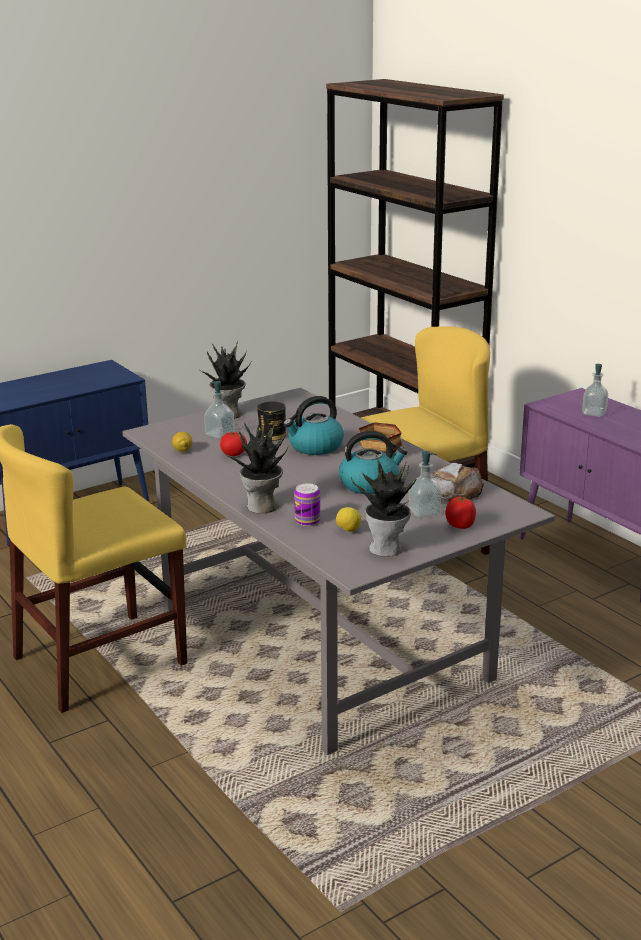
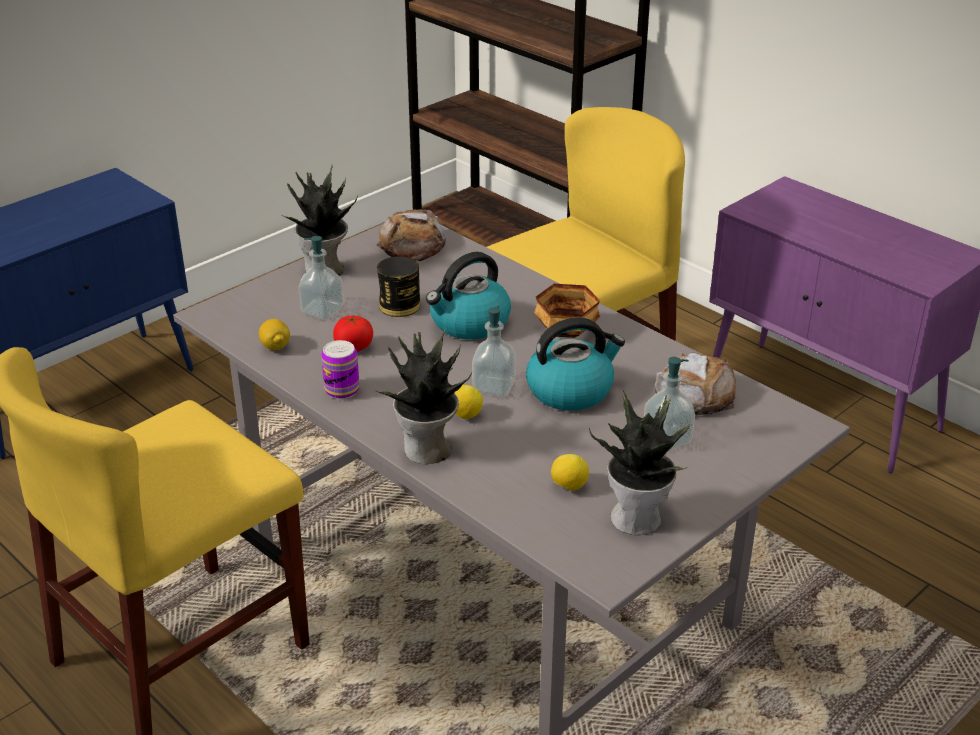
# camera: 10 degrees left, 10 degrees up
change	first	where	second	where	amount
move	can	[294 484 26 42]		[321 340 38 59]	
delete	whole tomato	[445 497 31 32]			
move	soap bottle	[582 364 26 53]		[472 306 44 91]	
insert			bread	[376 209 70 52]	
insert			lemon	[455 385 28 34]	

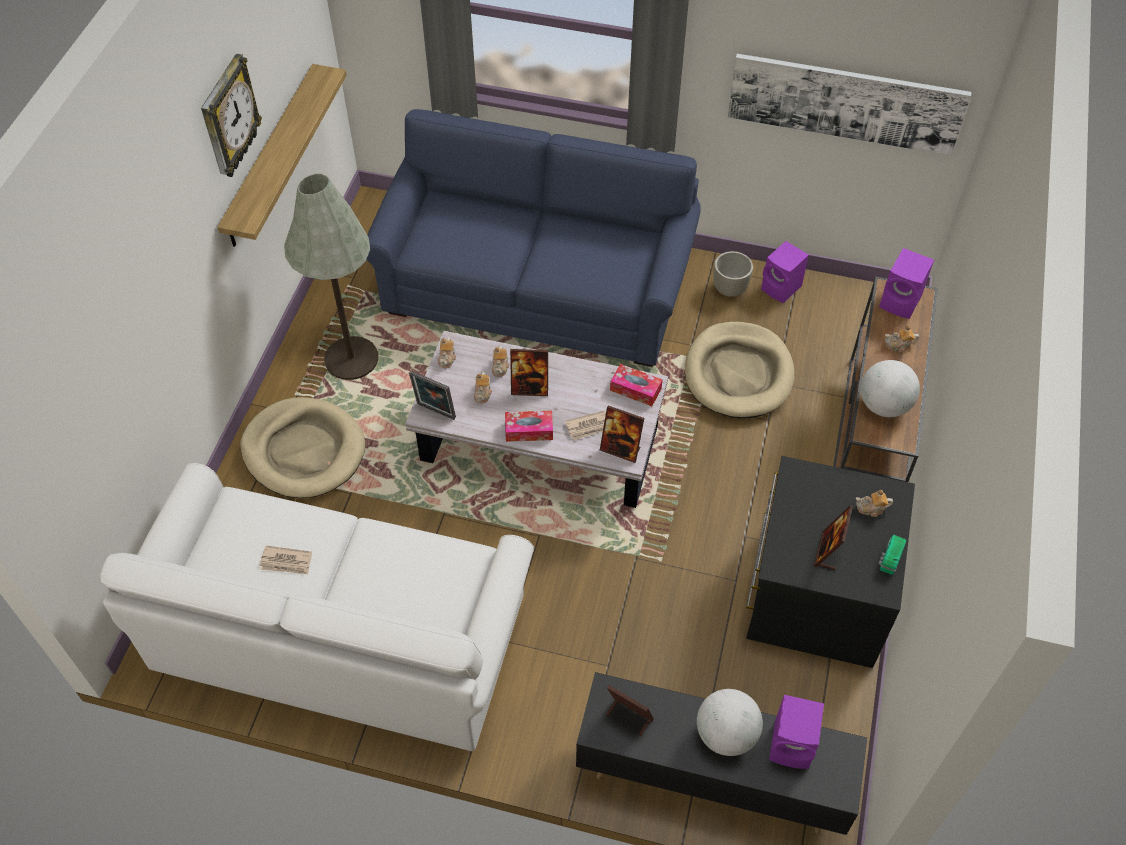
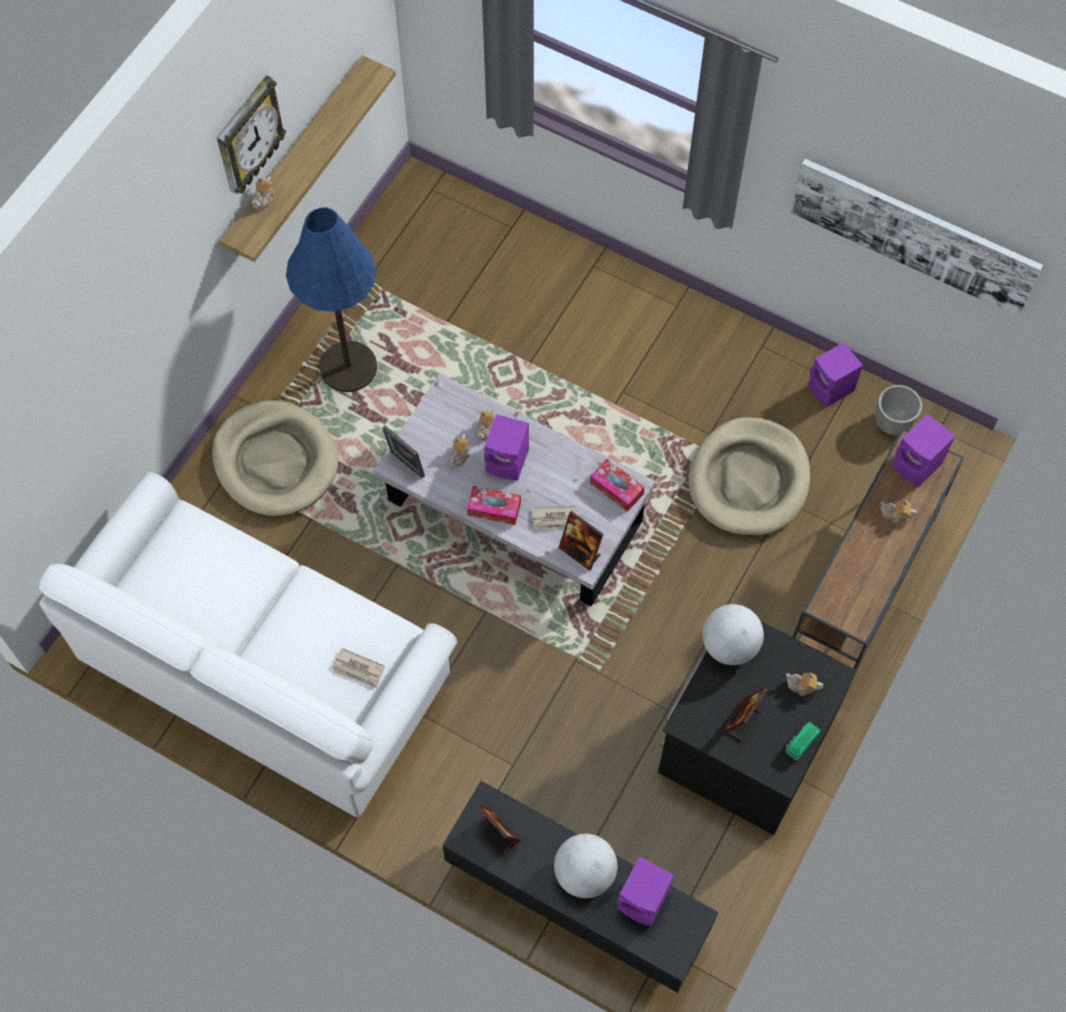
# camera: 15 degrees right, 10 degrees up
change	first	where	second	where	amount
move	daily paper	[259 546 53 28]		[332 648 53 40]	
recolor	floor lamp (grey)	[284 174 94 206]	floor lamp (bluish)	[286 208 91 184]	
delete	sofa (bluish)	[366 109 335 258]			
move	tea pot	[438 337 18 31]		[252 176 23 34]	
replace	picture frame	[510 349 38 47]	speaker (purplish)	[484 414 45 67]	
move	plant pot (grey)	[713 251 40 46]		[875 385 47 50]	
move	globe	[861 360 59 57]		[702 604 62 61]	

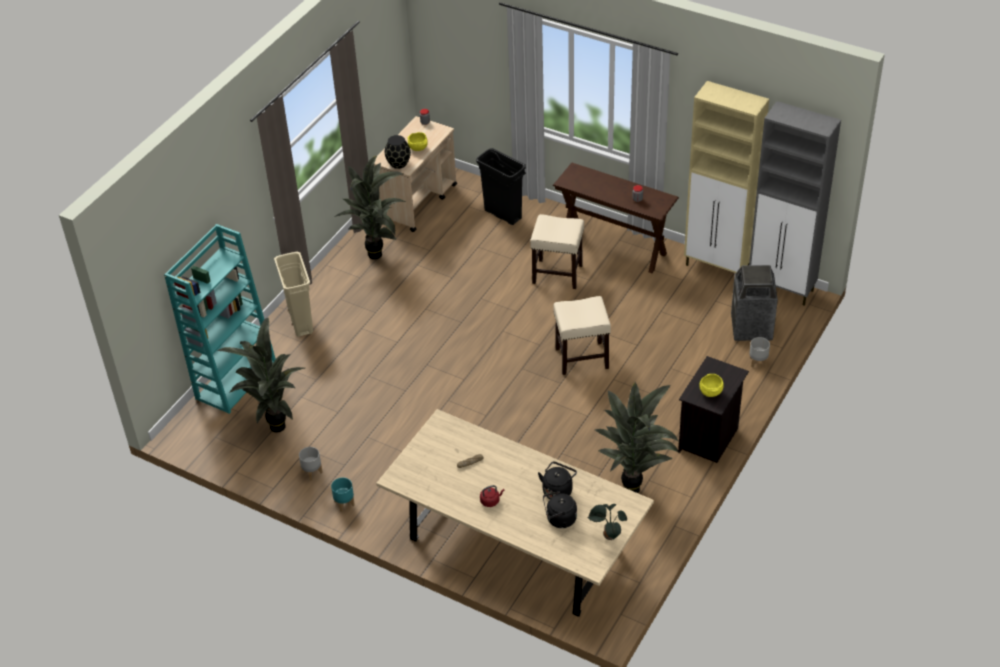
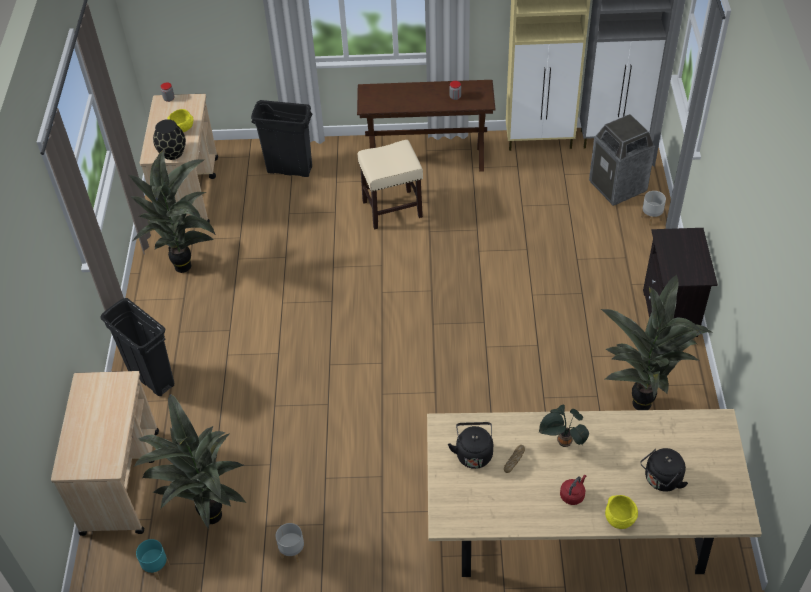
# camera: 30 degrees left, 5 degrees up
change	first	where	second	where	amount
replace	shelving unit (blue-green)	[164 224 112 190]	cart (beige-coloured)	[51 371 108 165]	
recolor	trash can (beige-coloured)	[274 252 39 85]	trash can (blackish)	[100 298 74 98]	
move	plant pot (blue-green)	[331 477 24 35]		[136 539 34 41]	
move	water kettle (blackish)	[538 461 39 38]		[448 422 45 47]	
delete	stool (beige-coloured)	[553 296 58 79]			
move	plant in a pot	[588 504 39 36]		[538 405 51 42]	
move	deep dish (yellow)	[699 374 25 23]		[605 495 33 34]	

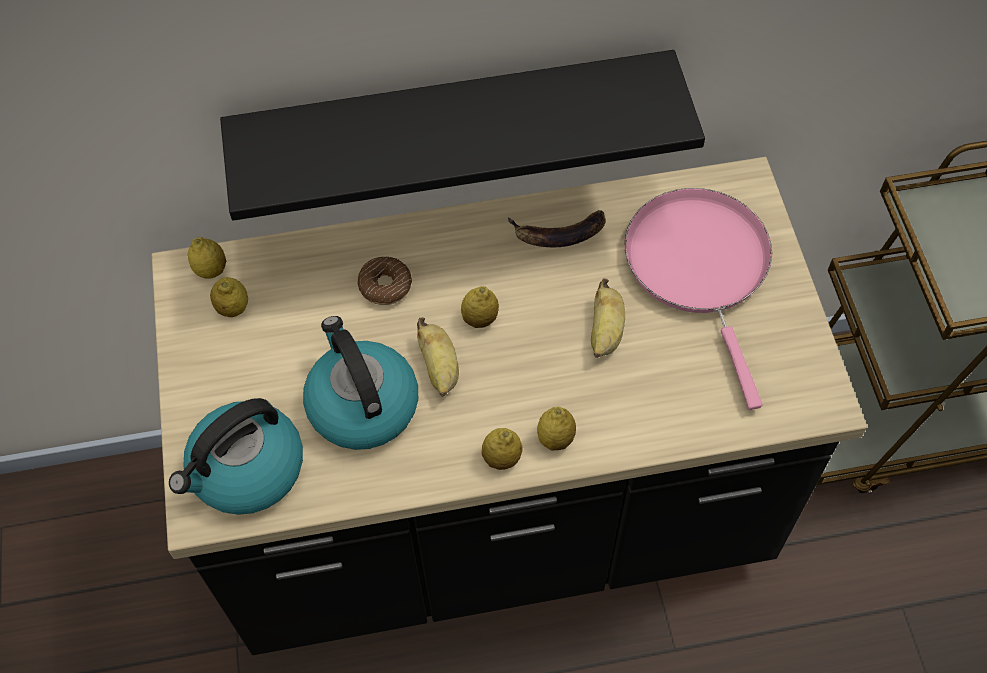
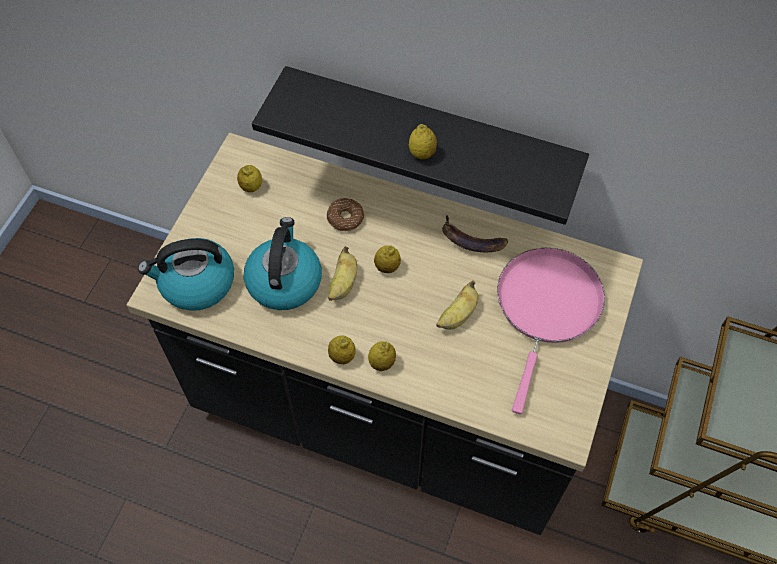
# camera: 30 degrees right, 0 degrees up
change	first	where	second	where	amount
move	lemon	[188 237 38 42]		[409 124 28 35]	

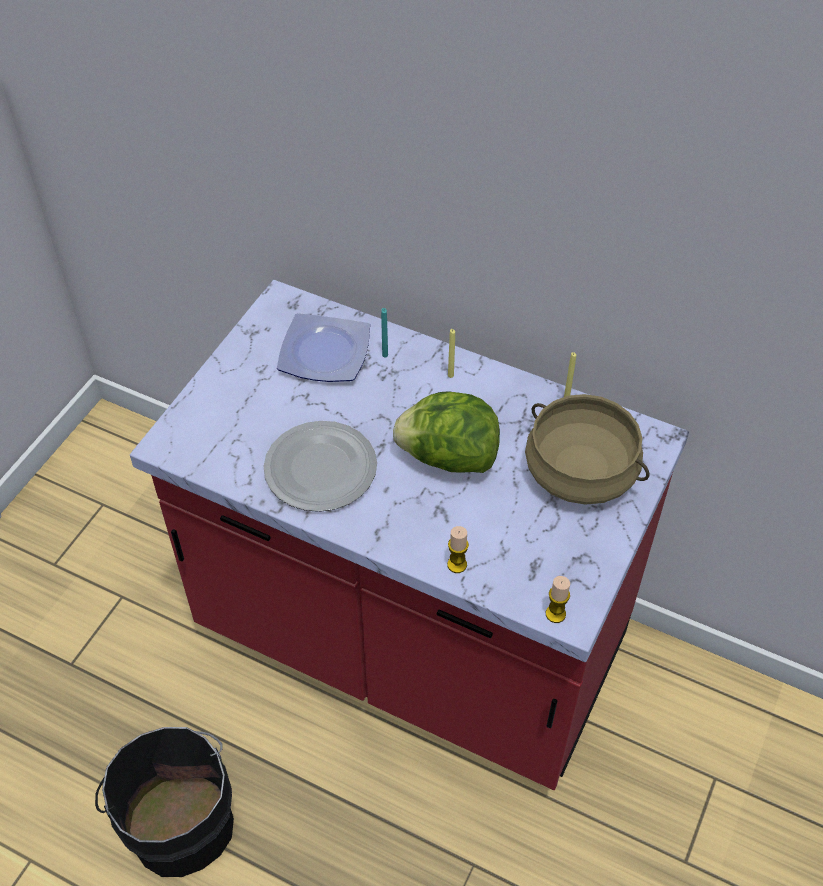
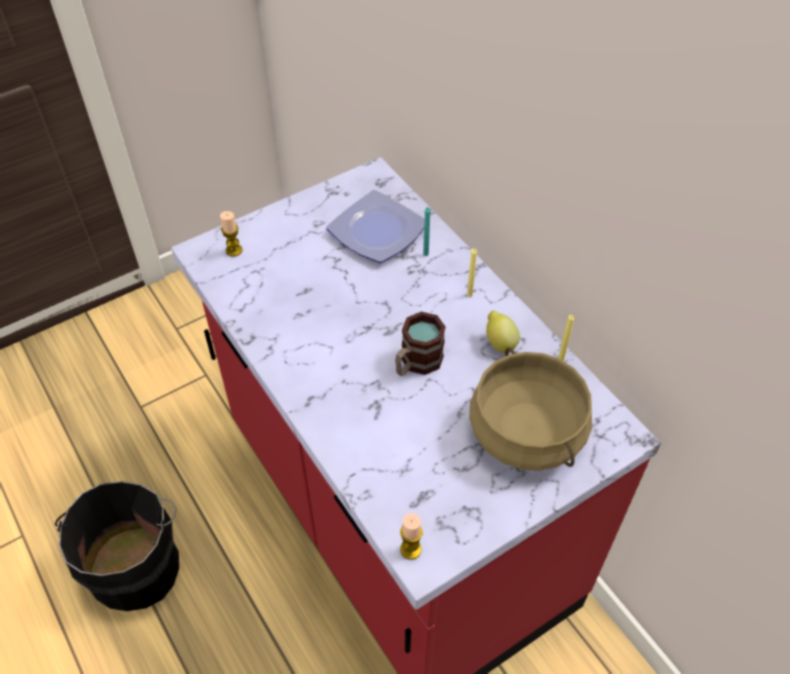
# camera: 30 degrees right, 0 degrees up
change	first	where	second	where	amount
delete	dinner plate	[263 421 114 91]			
replace	head of lettuce	[393 391 107 82]	tea mug	[395 312 51 64]	
move	wax light	[447 526 22 47]		[220 211 22 46]	
insert			lemon	[486 310 34 43]	

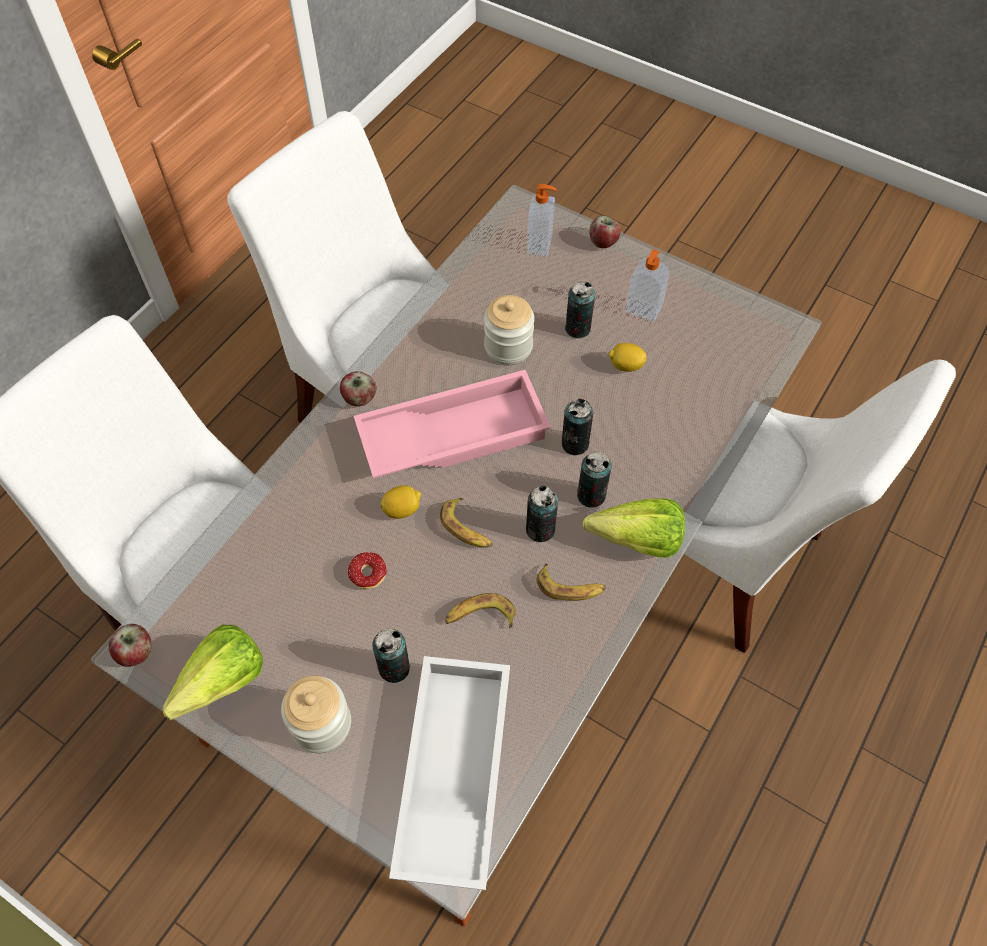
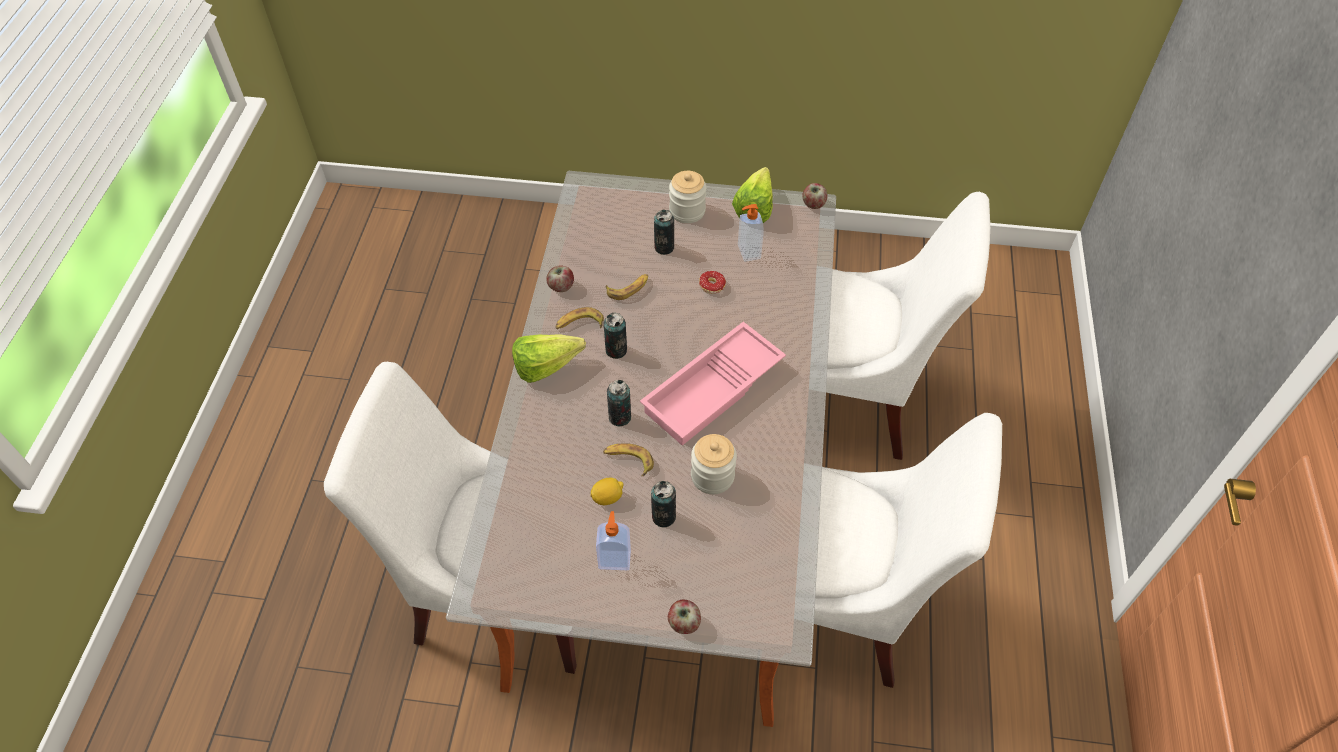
# camera: 155 degrees right, 5 degrees down
change	first	where	second	where	amount
move	apple fruit	[340 371 36 35]		[546 265 28 27]	
delete	lemon	[380 485 41 34]			
delete	tray (whitish)	[389 656 121 234]			
move	whole banana	[440 498 52 49]		[603 443 51 33]	
move	soap bottle	[527 184 29 73]		[738 204 26 58]	
delete	can	[577 451 34 57]			

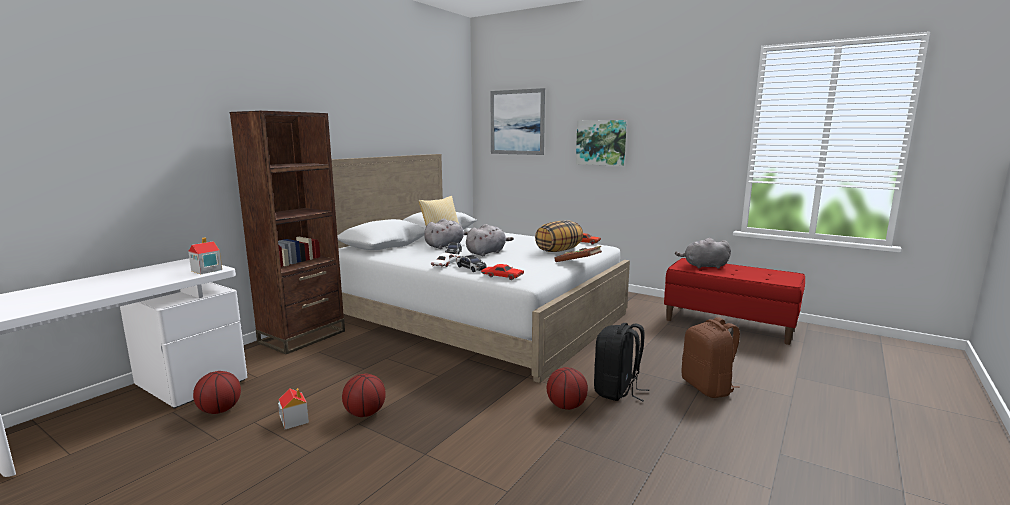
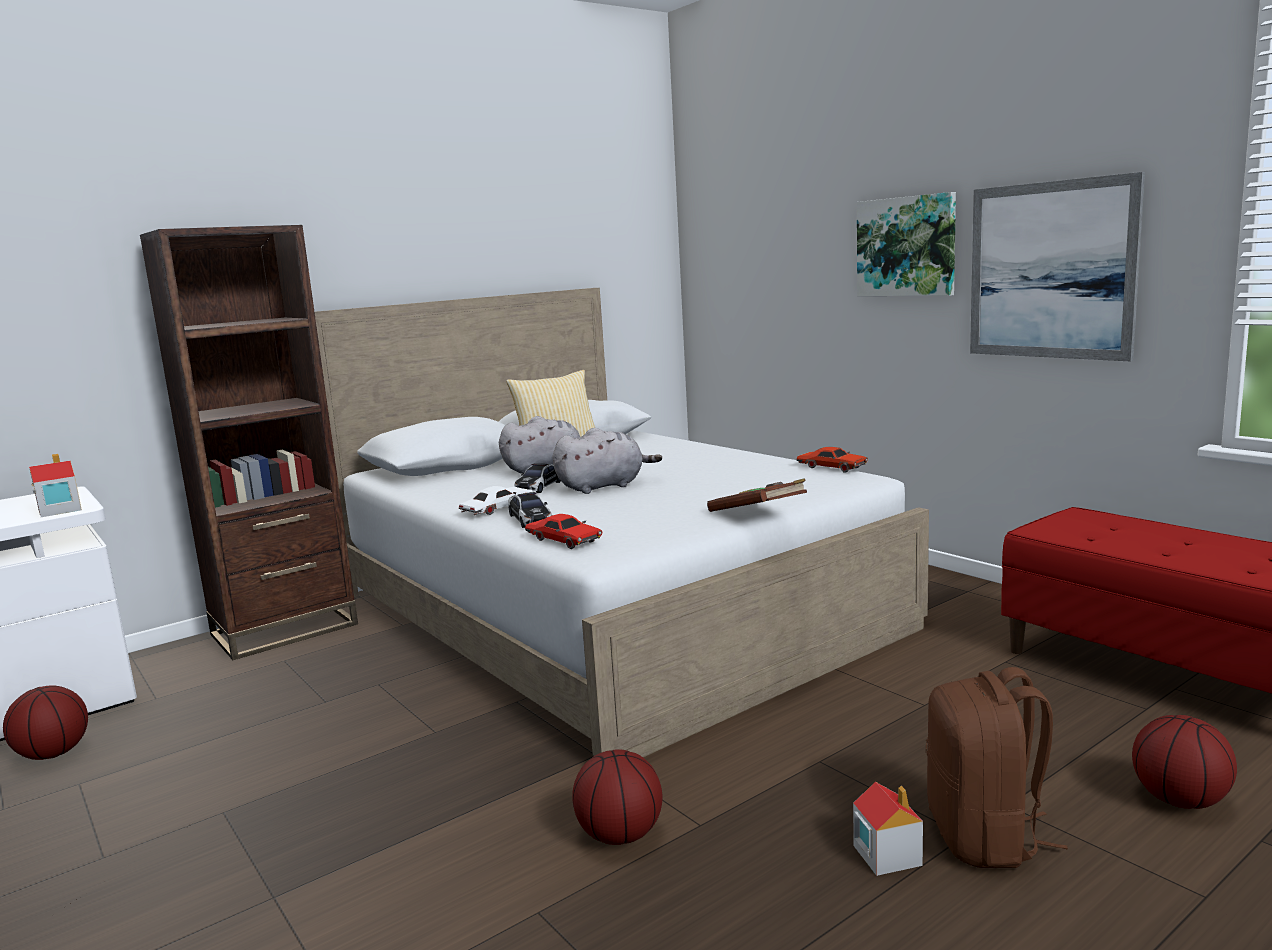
# camera: 20 degrees right, 0 degrees up
change	first	where	second	where	amount
move	miniature house	[278 388 31 41]		[853 782 70 94]	
move	basketball	[342 374 44 43]		[1132 715 105 94]	
move	wall picture	[490 88 55 67]		[970 172 175 190]	
delete	cushion	[535 220 48 32]			
delete	knapsack (blackish)	[594 323 55 78]			
delete	soft toy (grey)	[675 238 56 31]			

